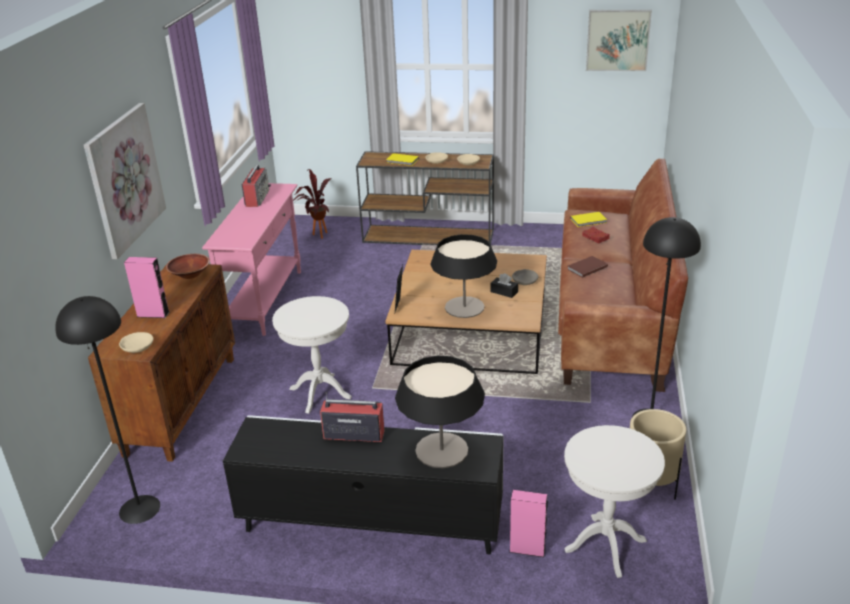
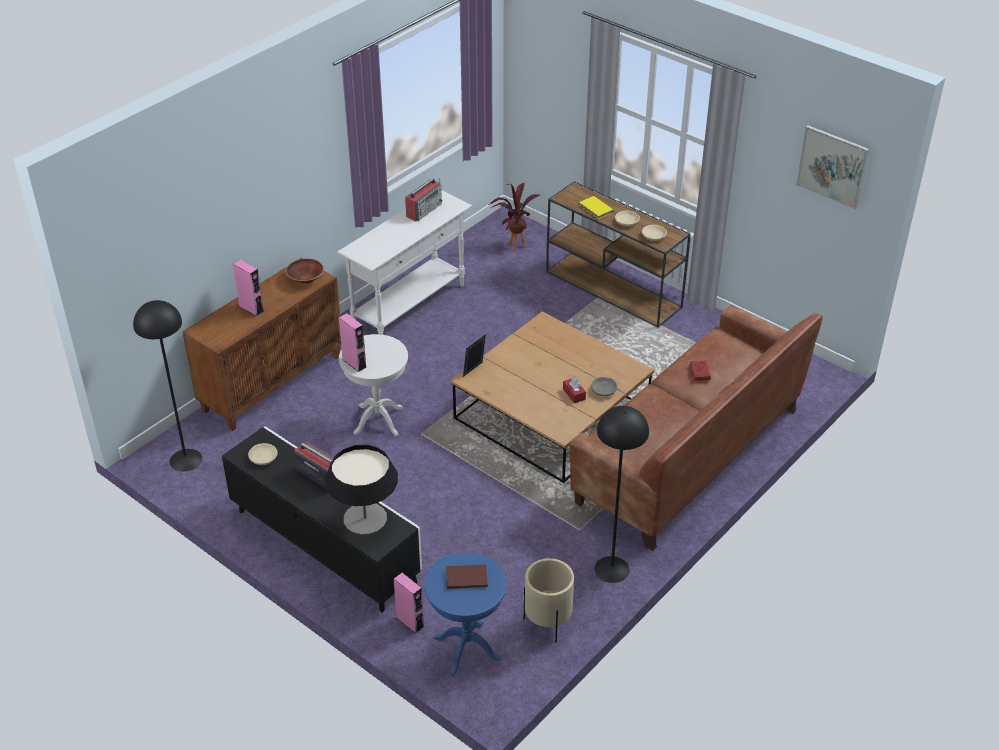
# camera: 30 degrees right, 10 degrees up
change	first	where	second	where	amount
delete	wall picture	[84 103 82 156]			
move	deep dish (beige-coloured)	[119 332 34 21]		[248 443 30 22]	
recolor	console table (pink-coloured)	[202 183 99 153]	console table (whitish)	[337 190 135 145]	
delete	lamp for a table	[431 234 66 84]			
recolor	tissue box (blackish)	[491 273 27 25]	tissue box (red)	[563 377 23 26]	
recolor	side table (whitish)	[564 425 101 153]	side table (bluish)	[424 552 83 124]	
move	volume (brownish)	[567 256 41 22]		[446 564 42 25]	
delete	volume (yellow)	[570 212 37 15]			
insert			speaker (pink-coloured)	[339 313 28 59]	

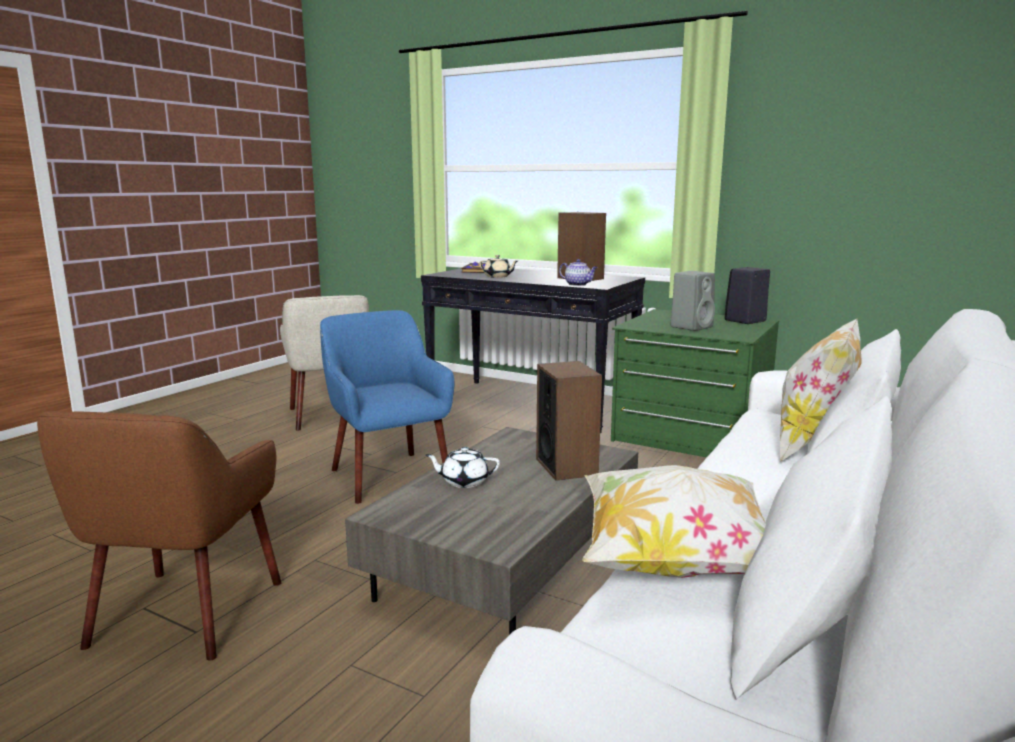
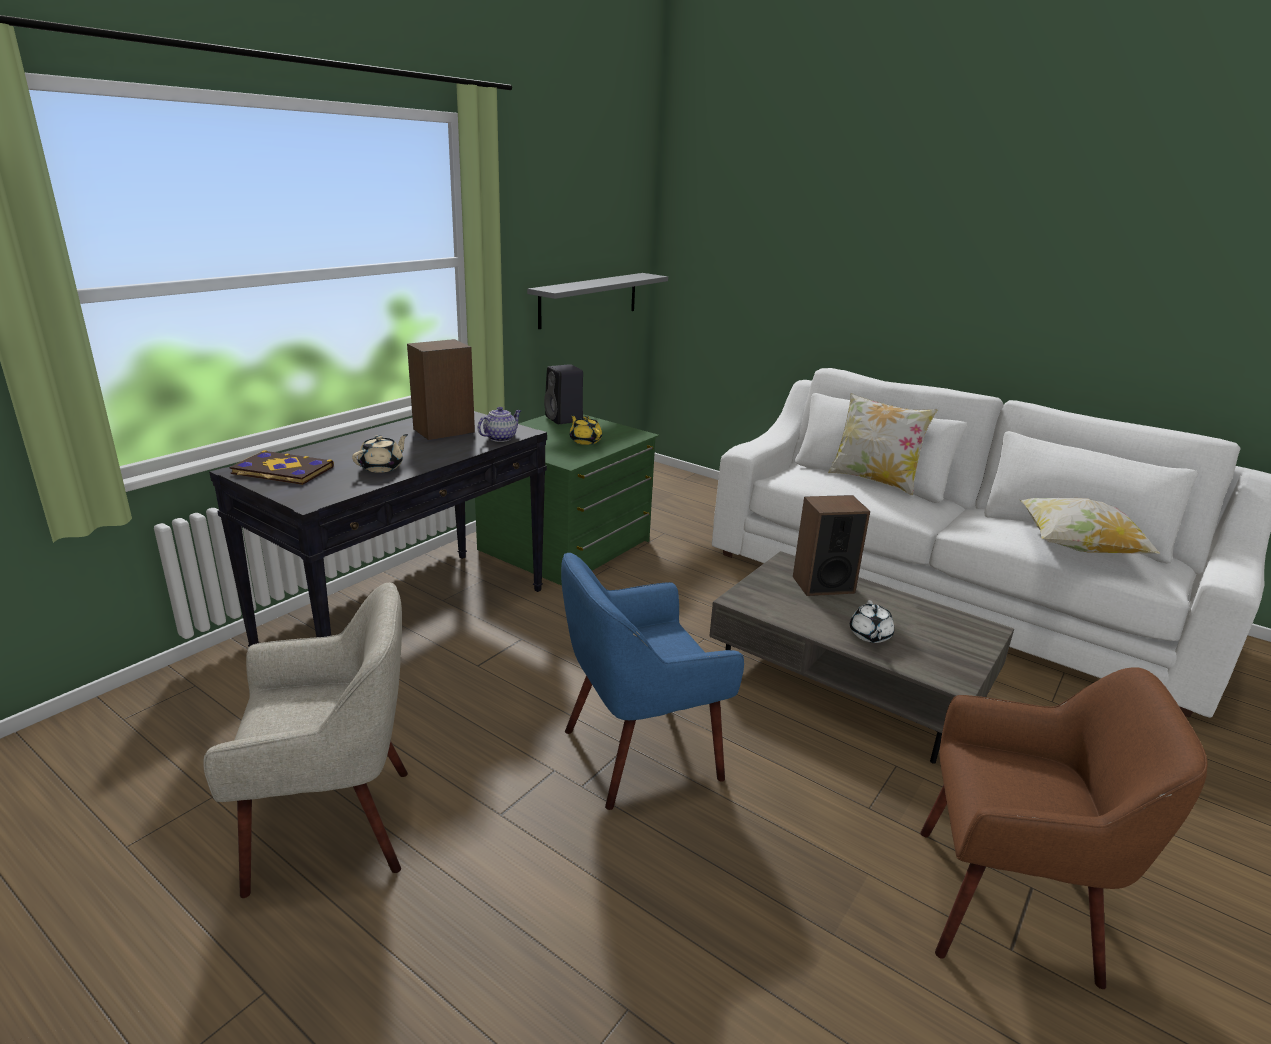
# camera: 85 degrees left, 10 degrees up
change	first	where	second	where	amount
replace	speaker (grey)	[671 271 44 60]	tea pot (yellow)	[570 415 32 30]	
insert			bracket shelf (grey)	[527 273 141 56]	

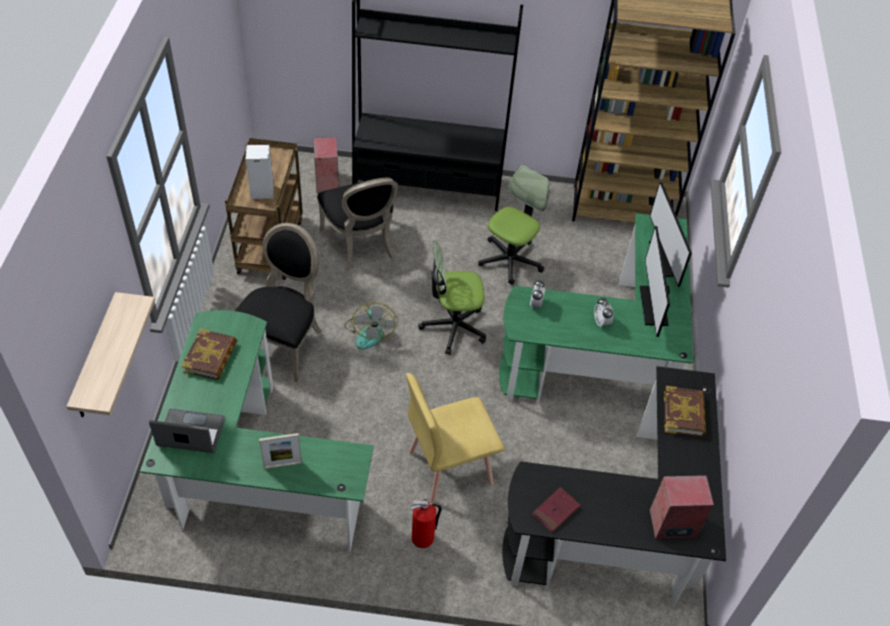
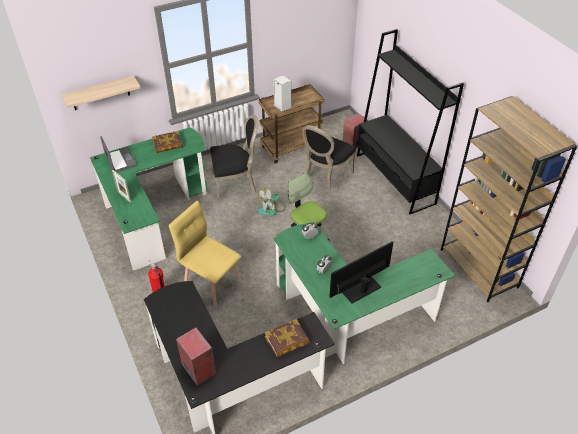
# camera: 60 degrees right, 5 degrees down
change	first	where	second	where	amount
delete	office chair	[478 165 71 120]			
delete	volume (red)	[532 487 49 46]			
delete	computer screen	[649 181 43 106]			

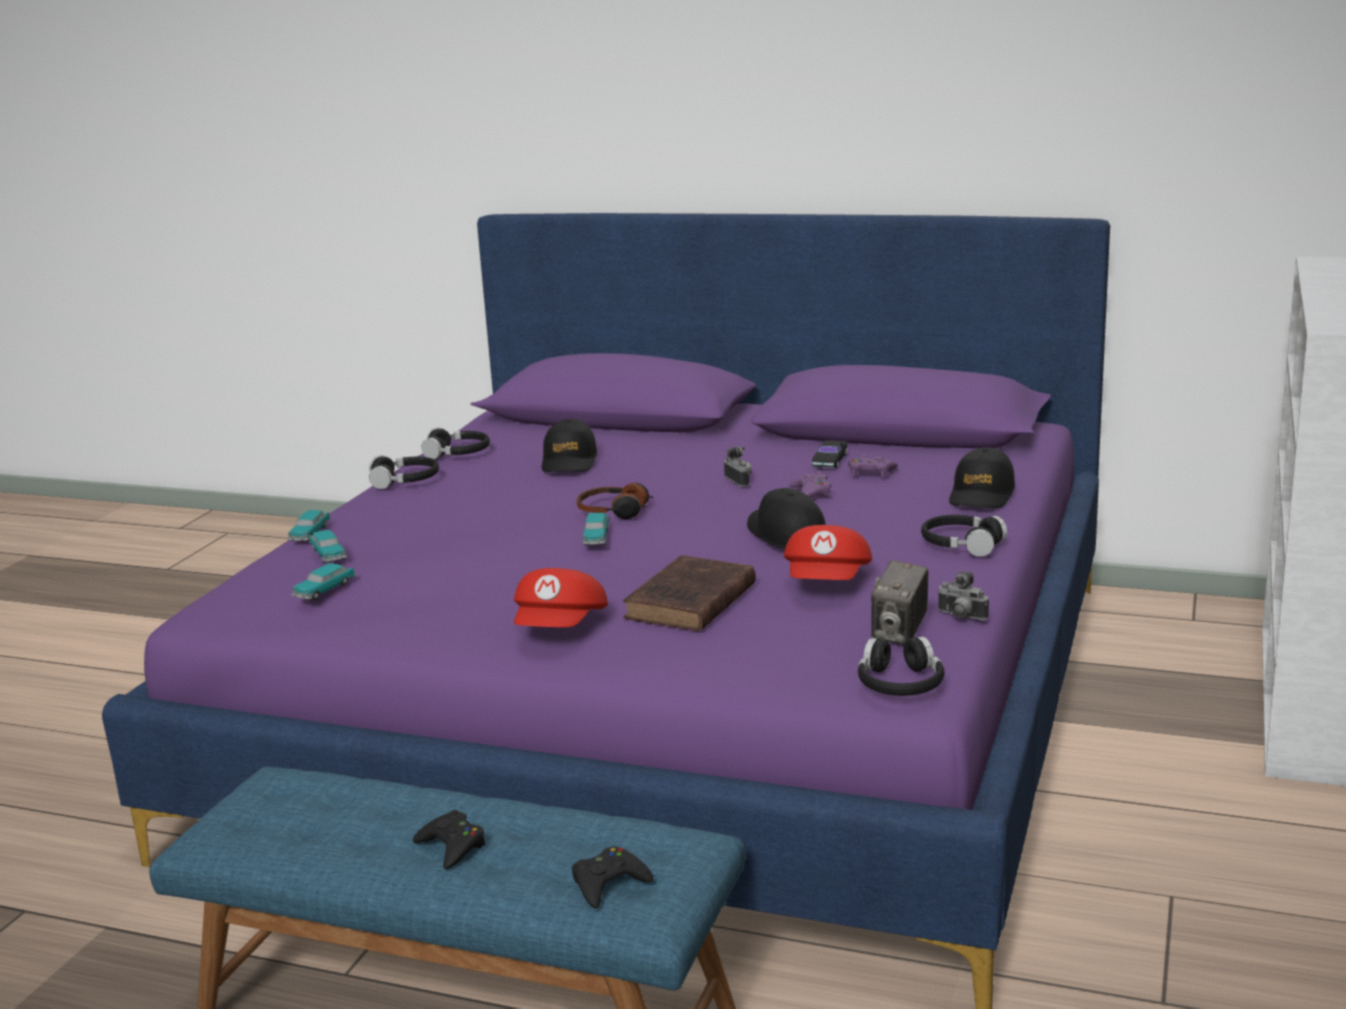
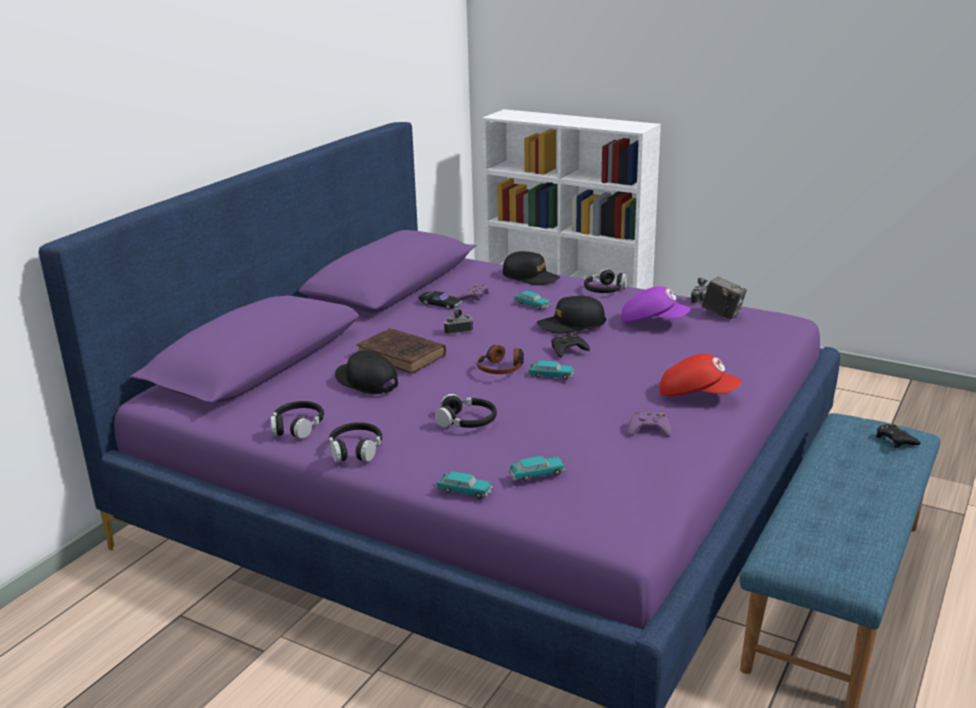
# camera: 80 degrees left, 5 degrees up
change	first	where	second	where	amount
move	toy car	[291 563 66 37]		[513 291 38 19]	
move	game controller (blackish)	[413 810 73 60]		[551 334 39 24]	
rotate	peaked cap (blackish)	[542 419 55 53]		[335 350 63 44]	150 degrees counterclockwise
move	volume (brownish)	[623 555 133 77]		[357 328 89 46]	
recolor	peaked cap (red)	[784 525 88 55]	peaked cap (purplish)	[621 286 70 37]	
move	game controller (purplish)	[789 471 43 27]		[628 410 44 27]	
move	pair of headphones (blackish)	[858 636 87 60]		[434 394 63 34]	

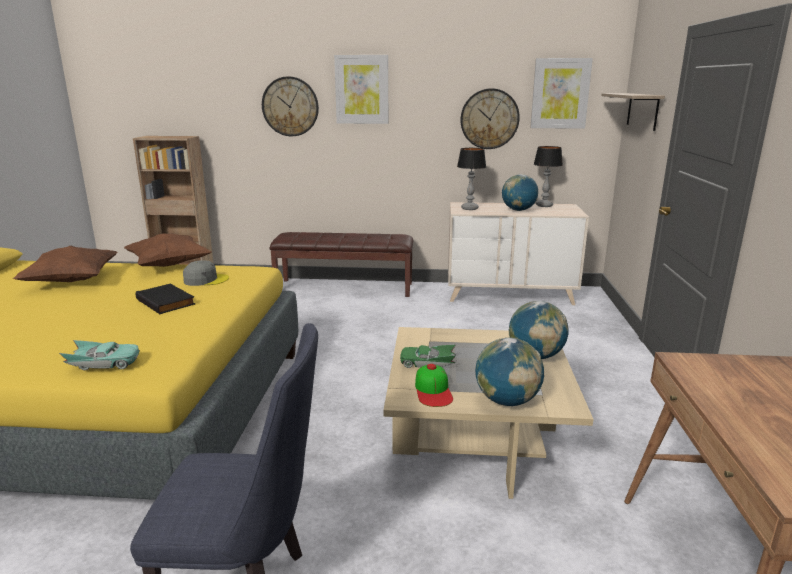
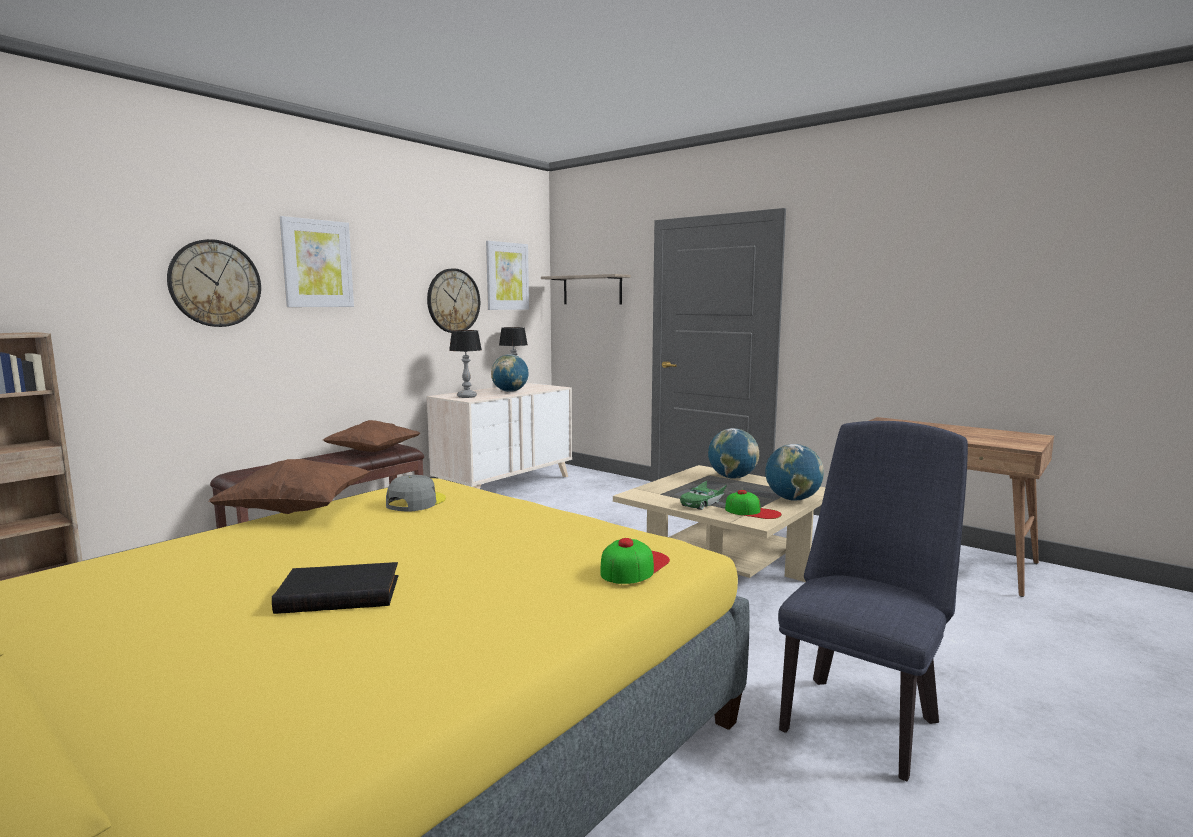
# camera: 55 degrees left, 10 degrees down
change	first	where	second	where	amount
move	cushion (brownish)	[13 245 104 37]		[323 420 97 32]	
replace	toy car (blue-green)	[59 340 81 30]	peaked cap	[600 538 70 46]	
move	volume (blackish)	[136 283 59 31]		[272 562 126 52]	

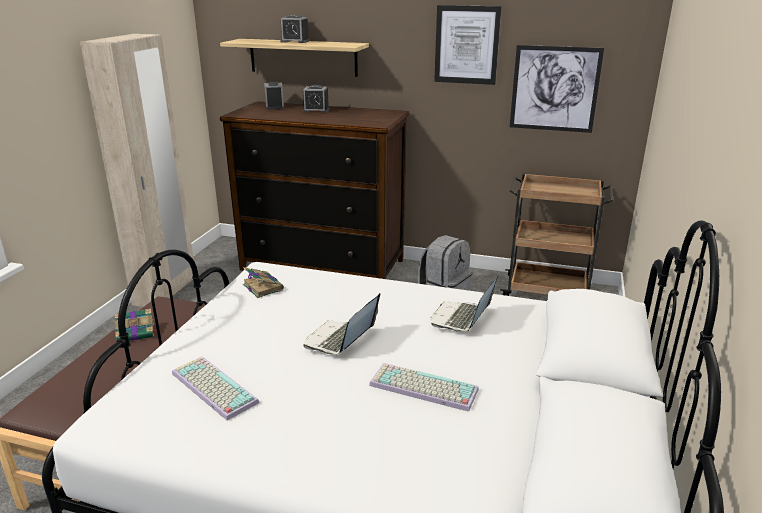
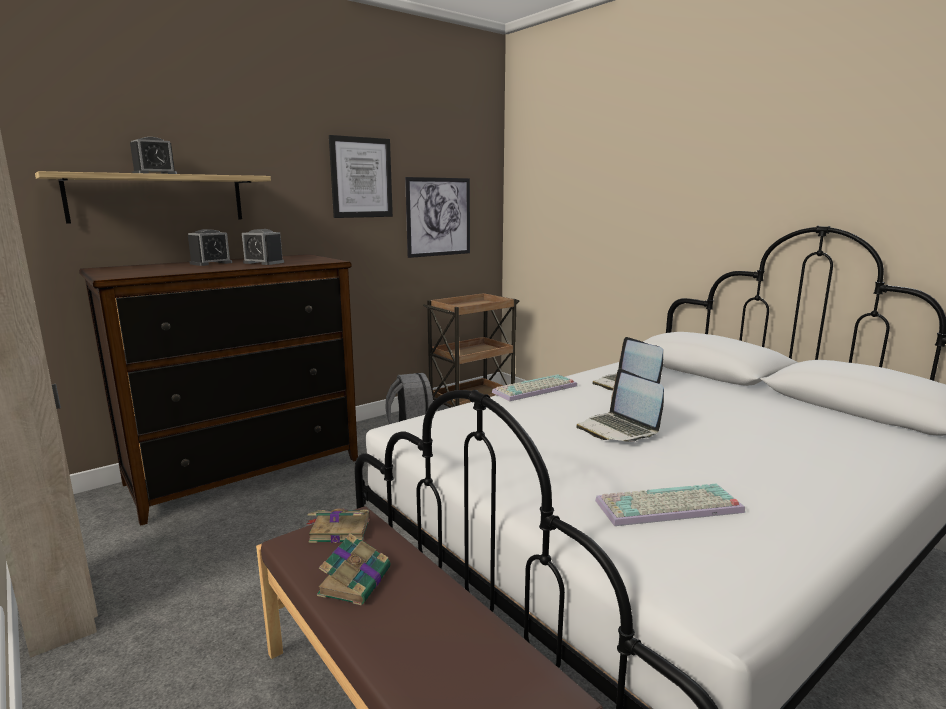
# camera: 55 degrees left, 10 degrees down
change	first	where	second	where	amount
move	volume	[243 267 41 31]		[307 508 62 35]	
move	bedside clock	[264 82 20 27]		[242 229 42 36]	
move	computer keyboard	[369 363 110 49]		[492 374 85 27]	

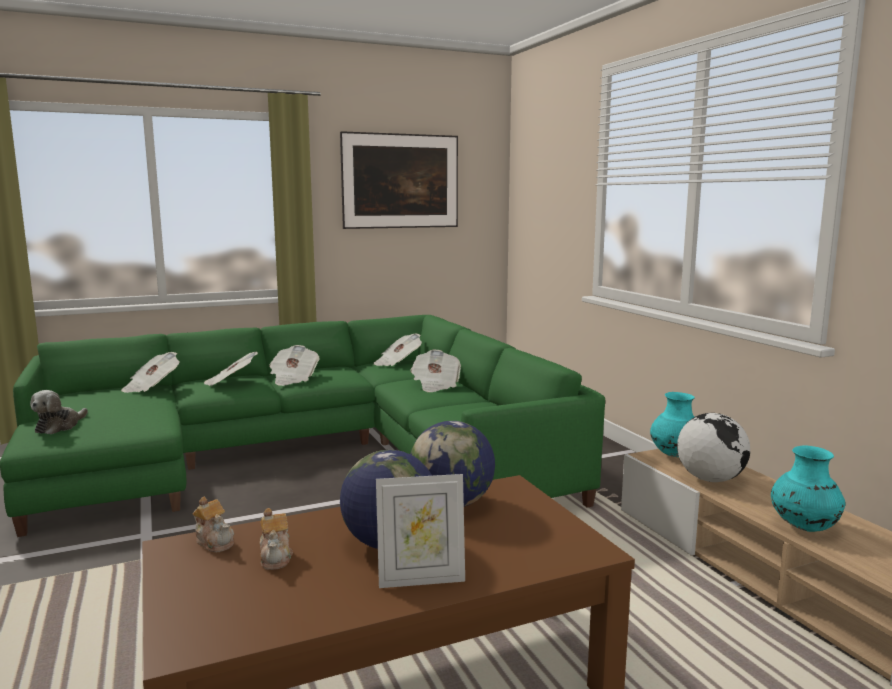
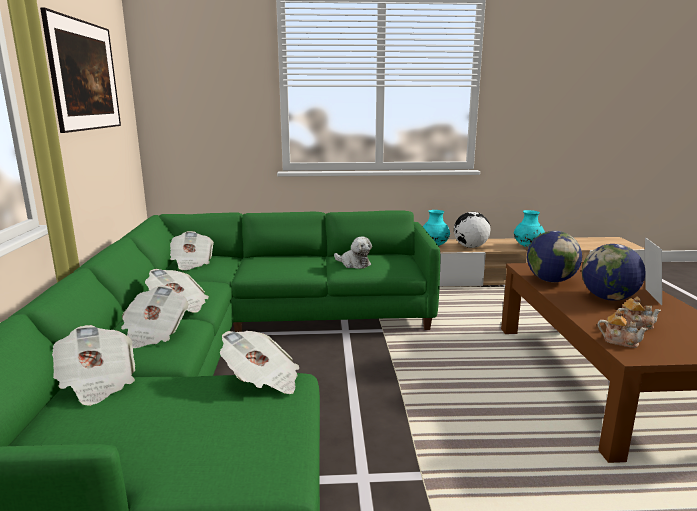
# camera: 70 degrees left, 5 degrees up
change	first	where	second	where	amount
move	soft toy	[30 390 58 44]		[334 236 38 33]	
rotate	tea pot	[192 497 42 55]		[598 310 50 38]	60 degrees clockwise
move	daily paper	[410 350 51 42]		[220 331 79 63]	

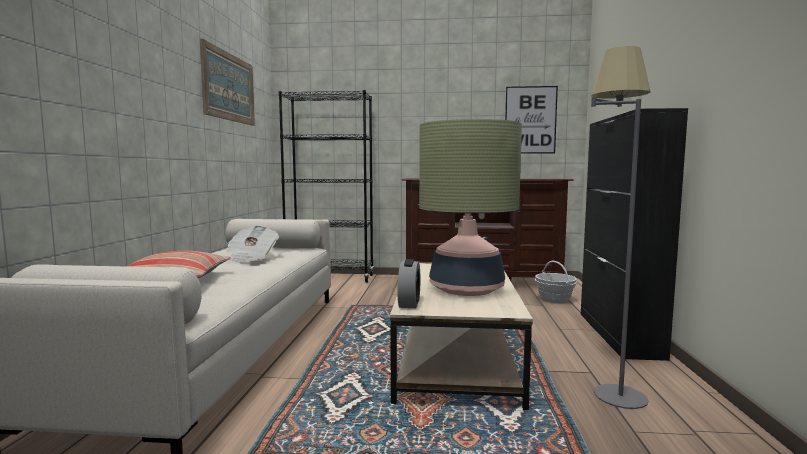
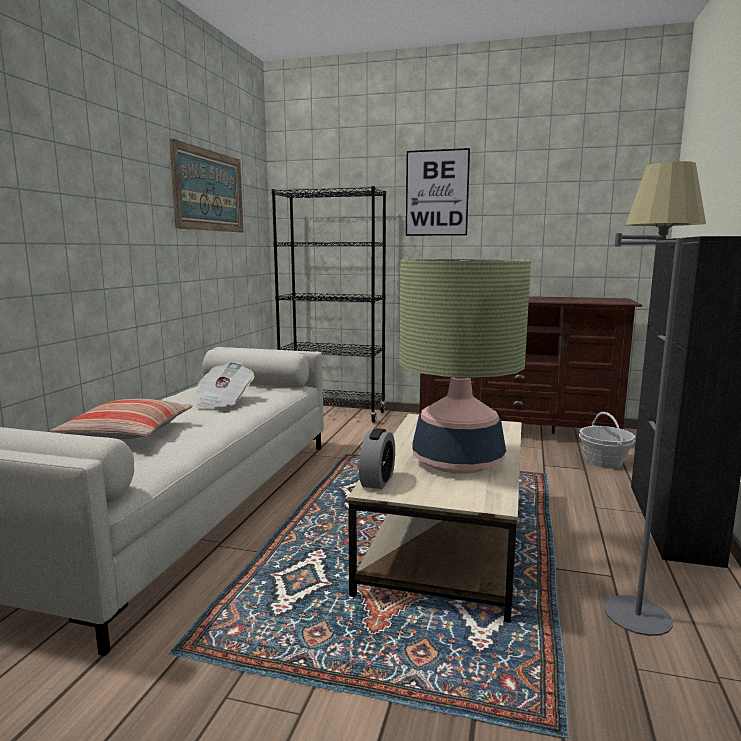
# camera: 10 degrees right, 5 degrees up
change	first	where	second	where	amount
move	wall picture	[505 86 53 68]		[406 148 64 88]	

